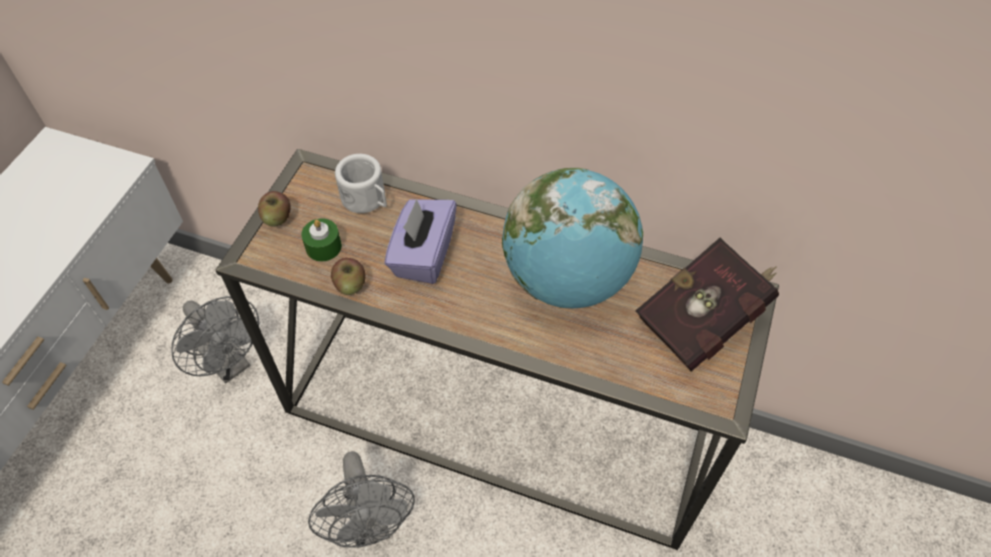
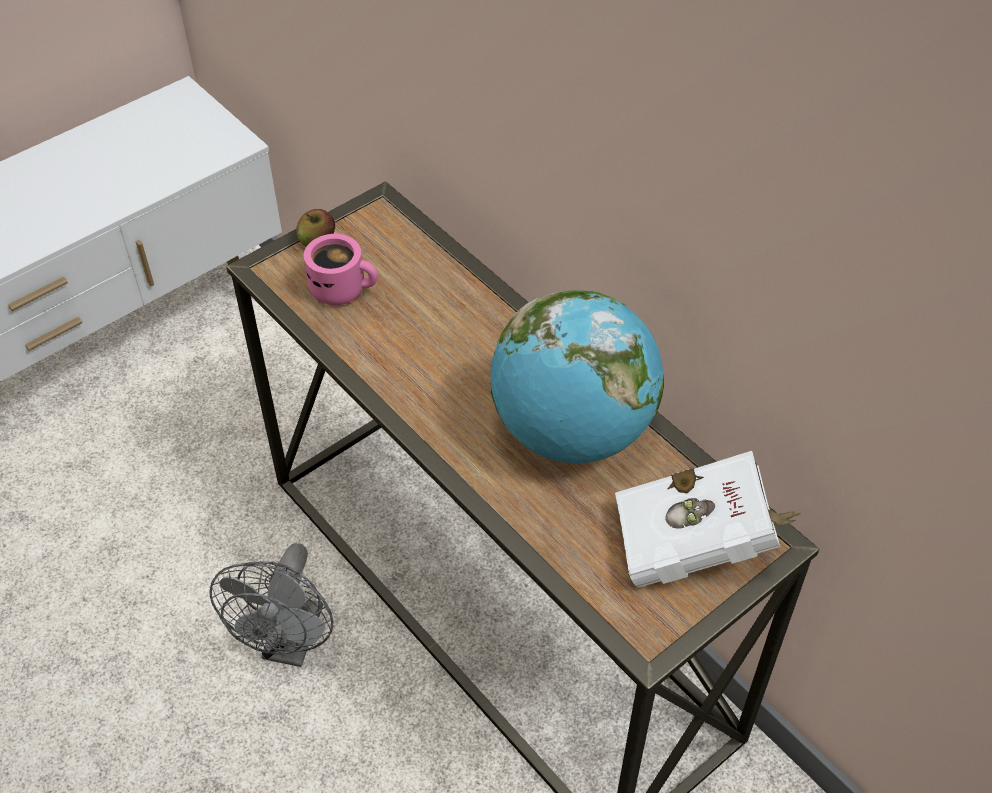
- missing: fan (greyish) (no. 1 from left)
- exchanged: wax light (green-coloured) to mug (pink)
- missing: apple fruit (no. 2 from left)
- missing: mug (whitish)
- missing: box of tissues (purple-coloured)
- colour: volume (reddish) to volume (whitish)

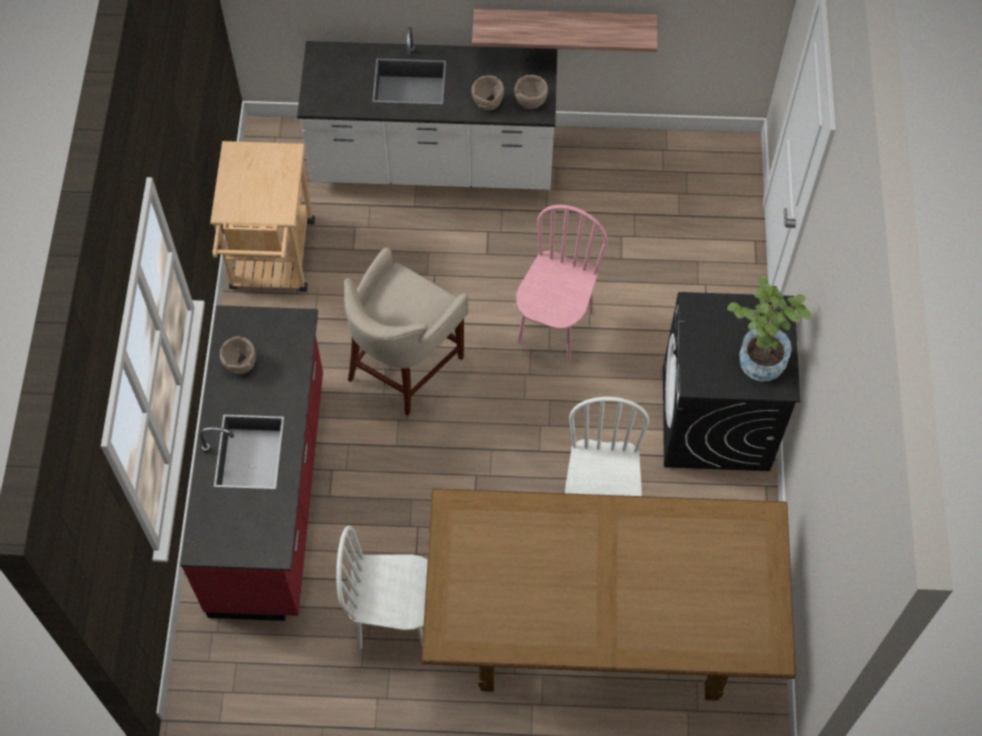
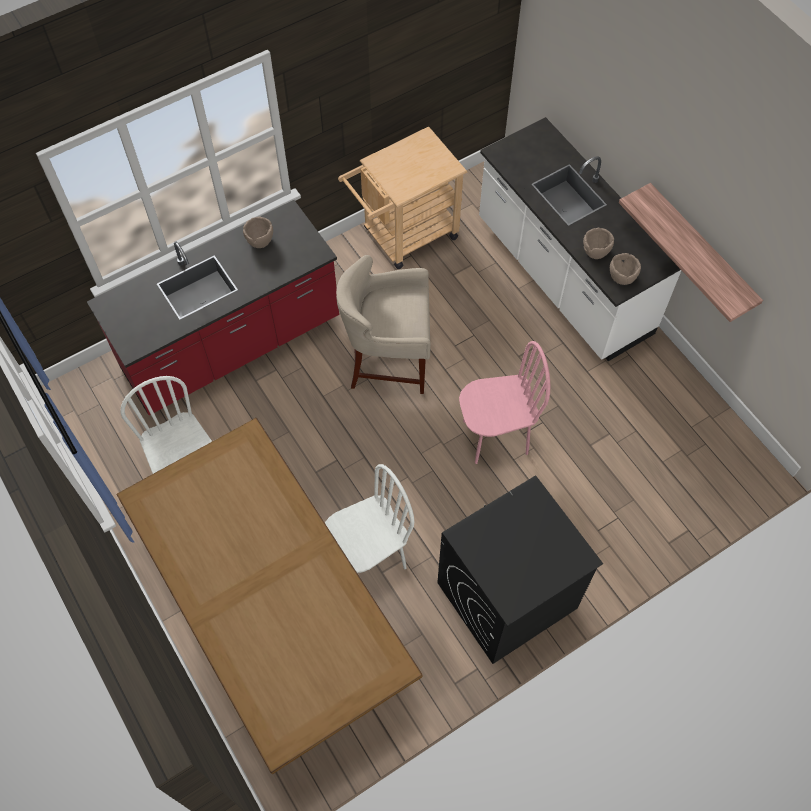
- missing: potted plant

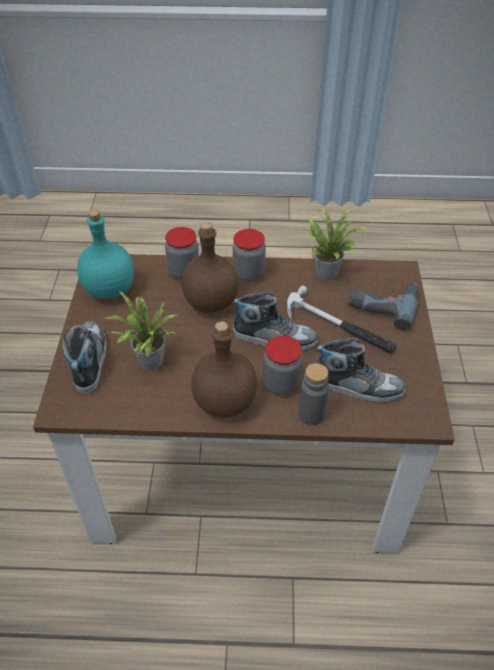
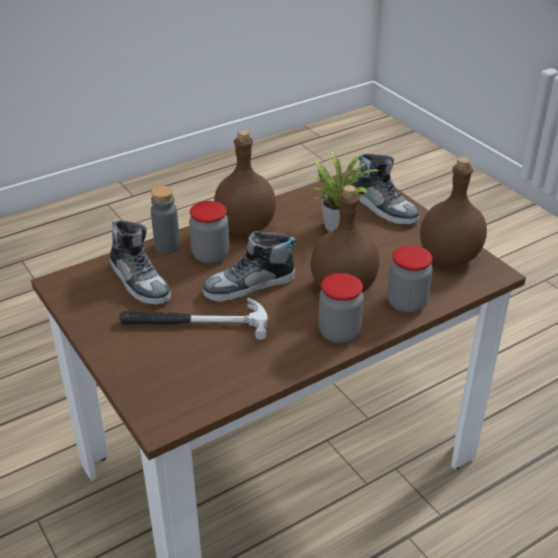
- colour: bottle (blue-green) to bottle (brown) (no. 3 from left)
- missing: potted plant (no. 2 from left)
- spun: item of footwear (no. 3 from left in the first image) 105 degrees counterclockwise
- missing: drill

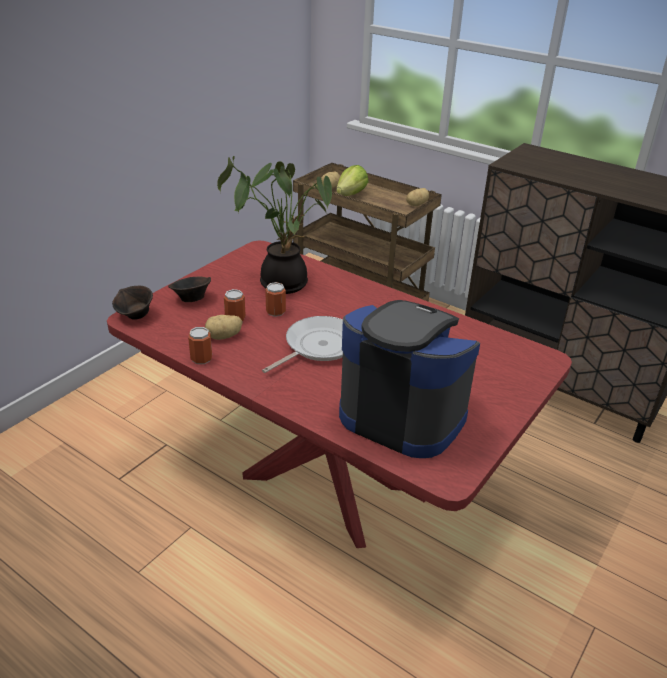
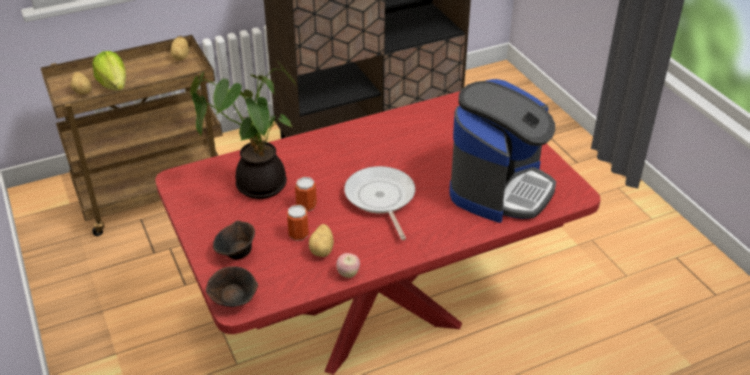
- exchanged: metal can (no. 1 from left) to apple fruit
- spun: coffee maker 150 degrees clockwise

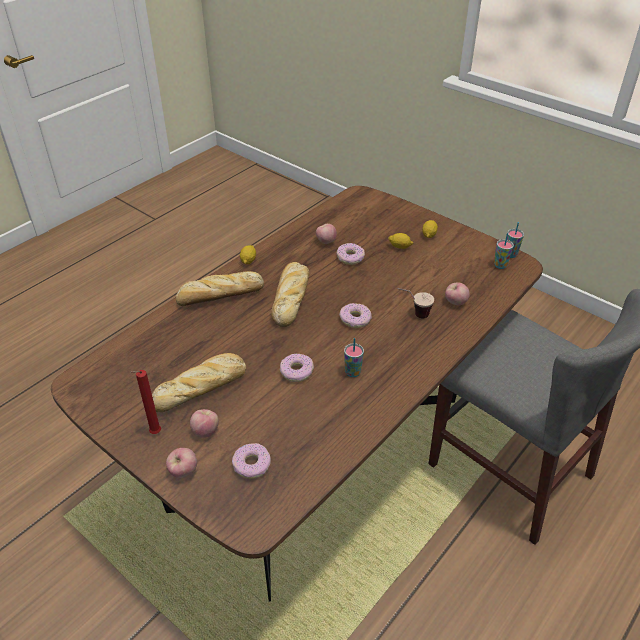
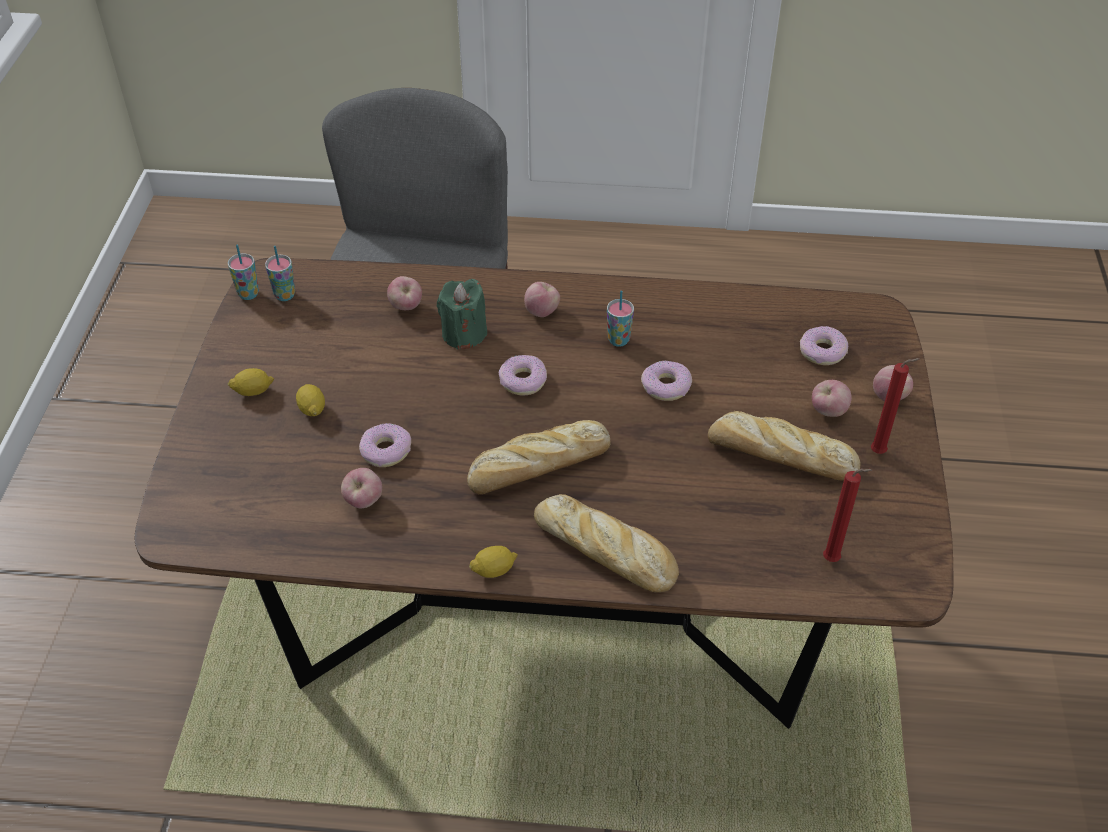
- exchanged: drinking cup (no. 2 from left) to wax light (green-coloured)
- appeared: apple fruit (no. 3 from left)
- appeared: wax light (reddish) (no. 1 from left)

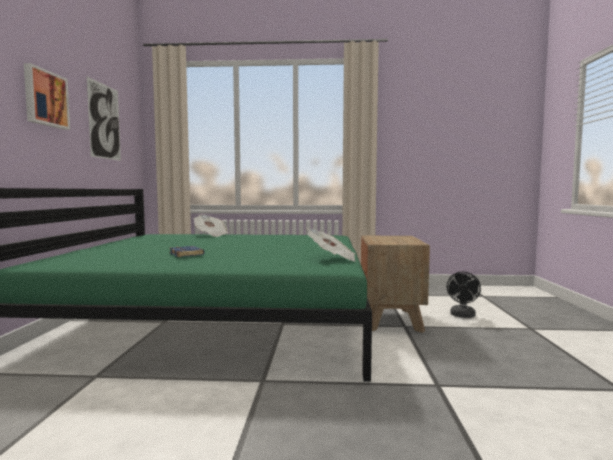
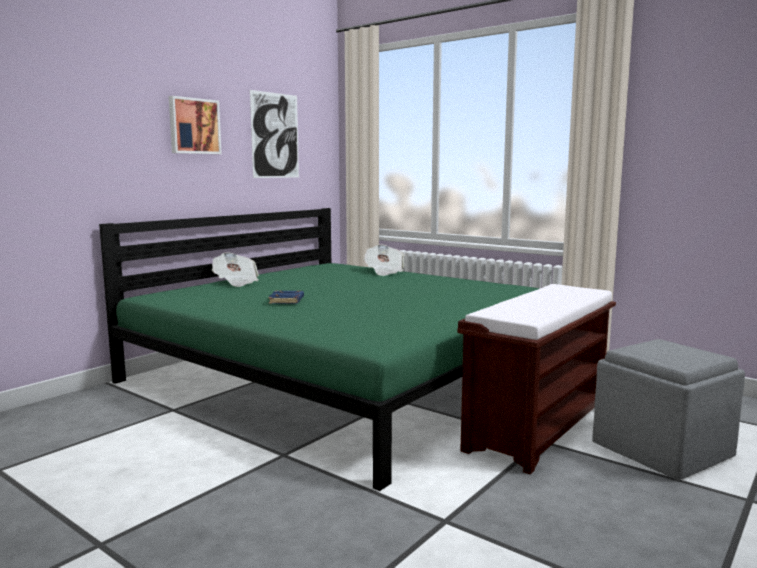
- relocated: daily paper (no. 2 from left in the first image) to daily paper (no. 1 from left)
- exchanged: nightstand (brown) to long seat (brown)
- exchanged: fan (black-coloured) to footrest (greyish)

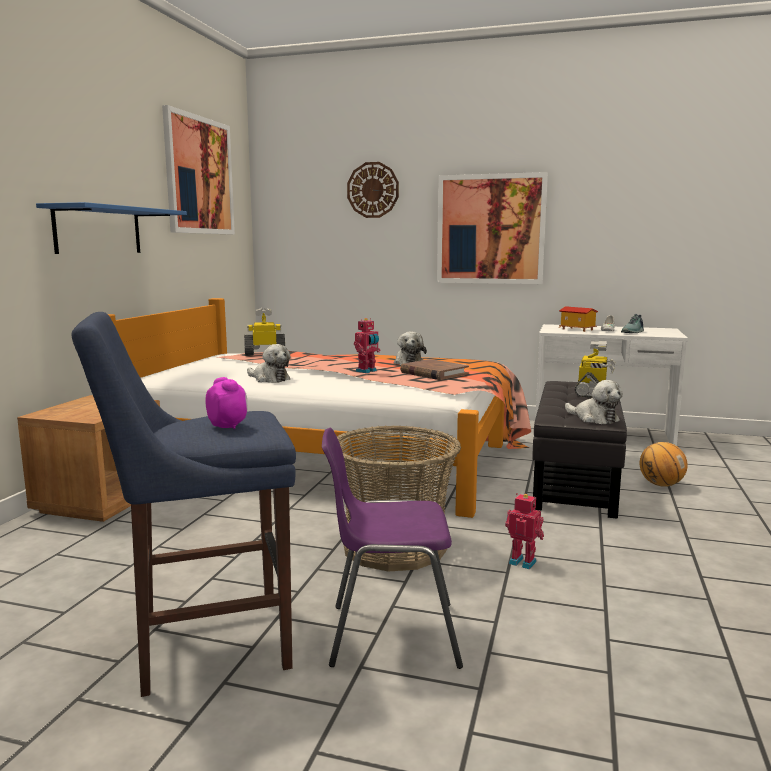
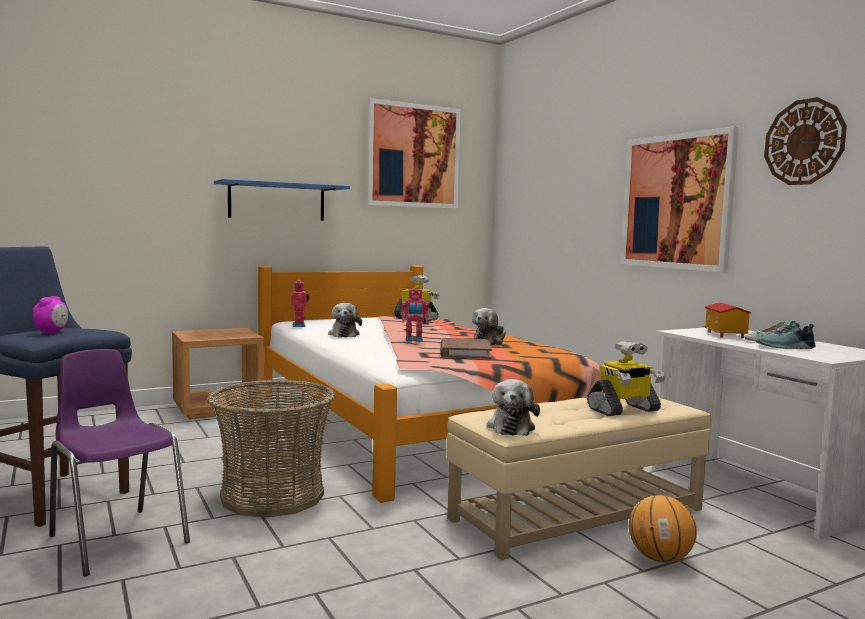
- relocated: hanging clock
- relocated: robot figure (no. 3 from left in the first image) to robot figure (no. 1 from left)
- colour: footrest (black-coloured) to footrest (beige)

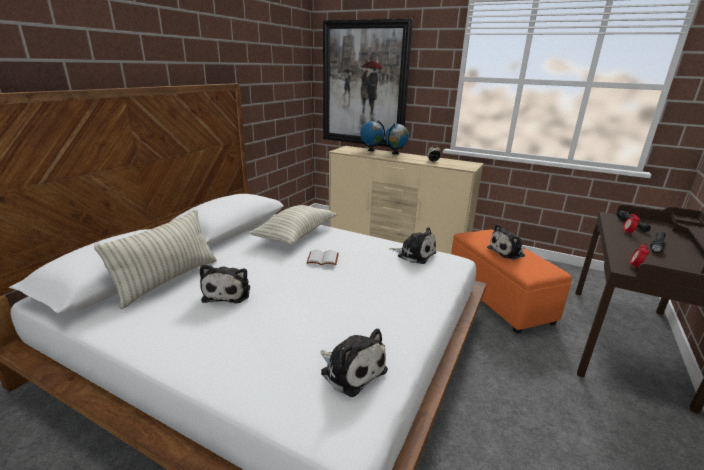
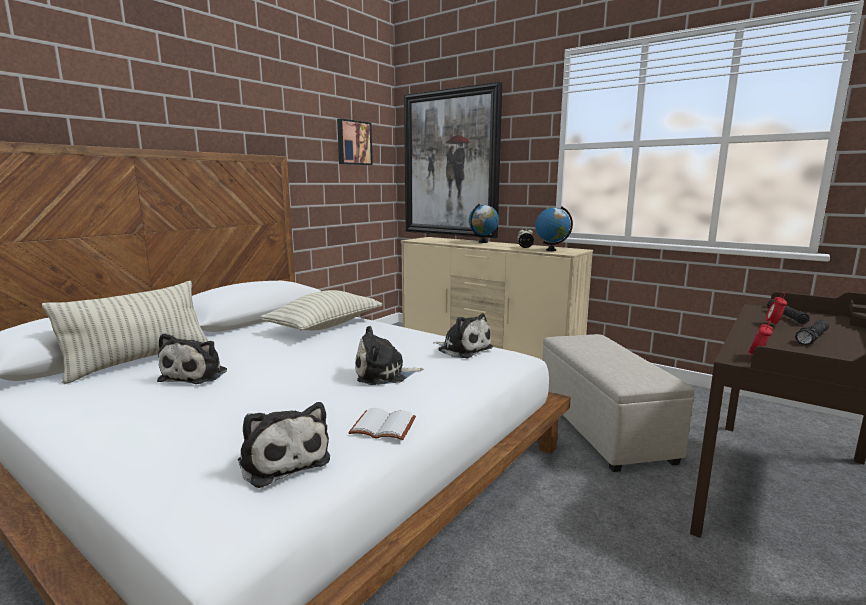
- relocated: volume (whitish)
- relocated: world globe (no. 1 from left in the first image) to world globe (no. 2 from left)
- colour: footrest (orange) to footrest (beige)
- relocated: soft toy (no. 4 from left in the first image) to soft toy (no. 3 from left)
- appeared: wall art (no. 1 from left)

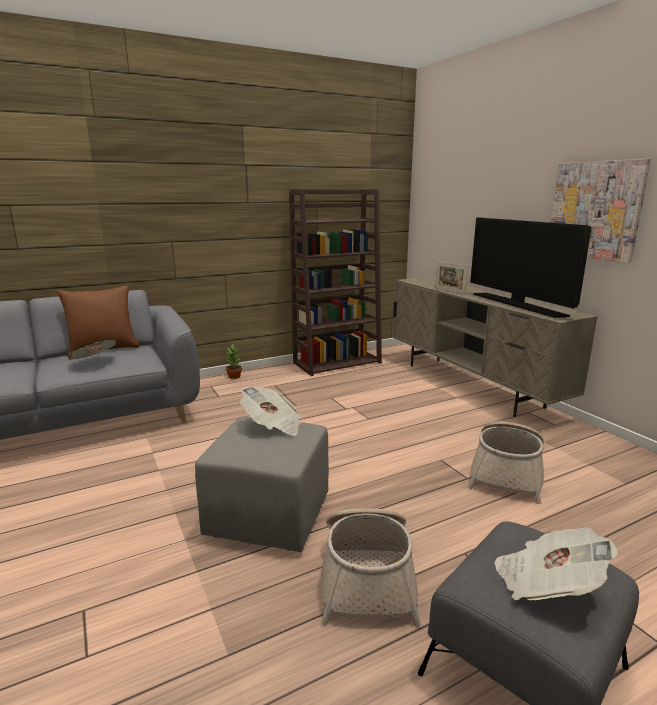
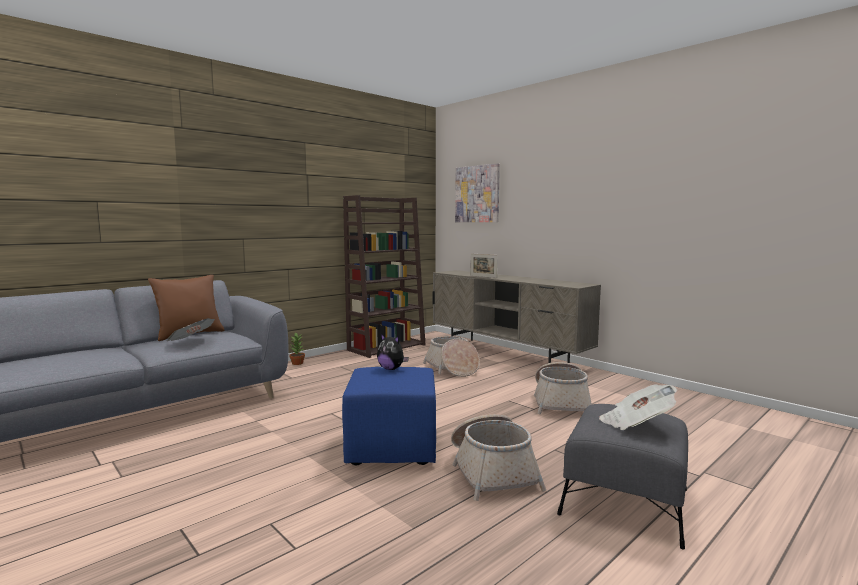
- colour: footrest (greyish) (no. 1 from left) to footrest (blue)
- exchanged: daily paper (no. 2 from left) to soft toy
- missing: TV set
- relocated: wall art
- appeared: storage basket (no. 1 from left)

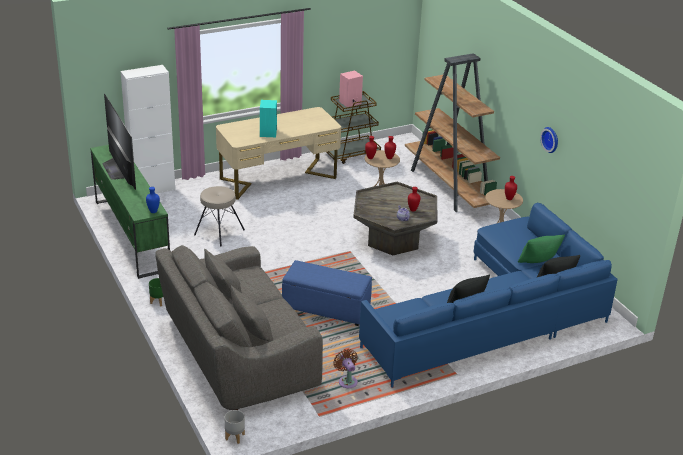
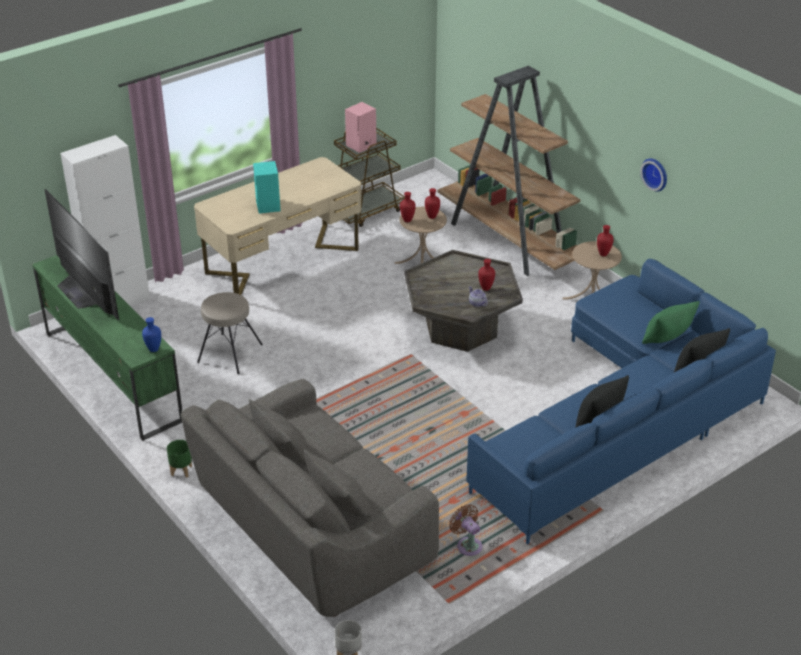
- missing: footrest (blue)

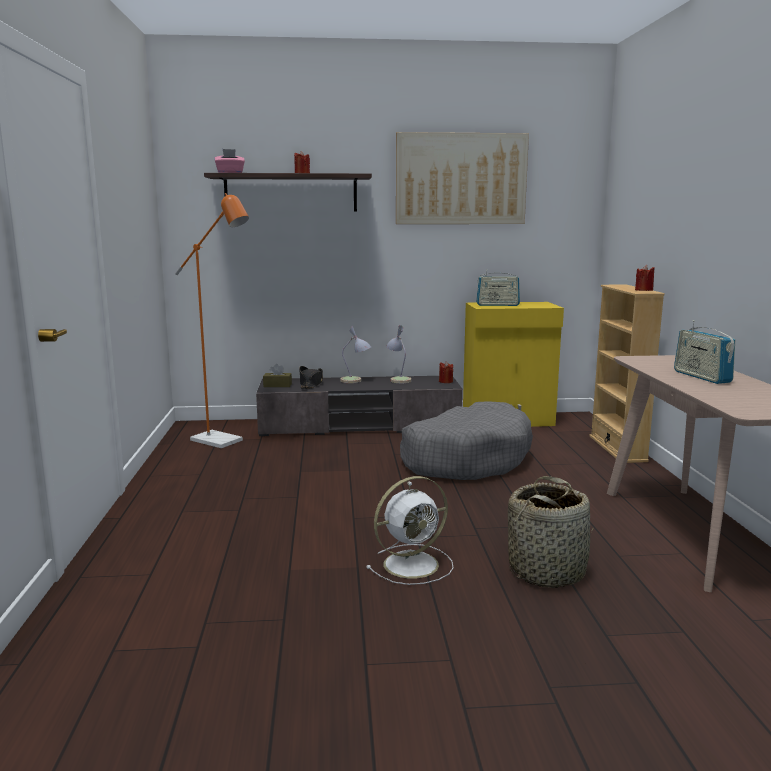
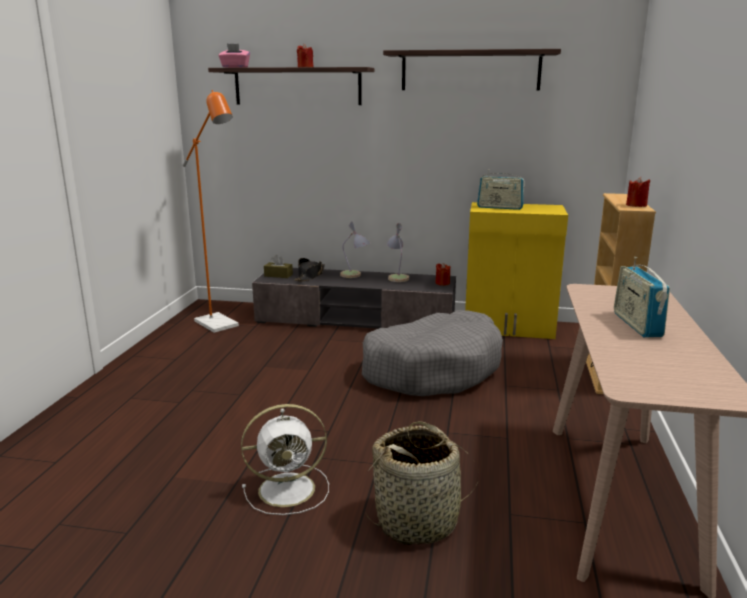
- exchanged: wall art to wall shelf (no. 2 from left)

